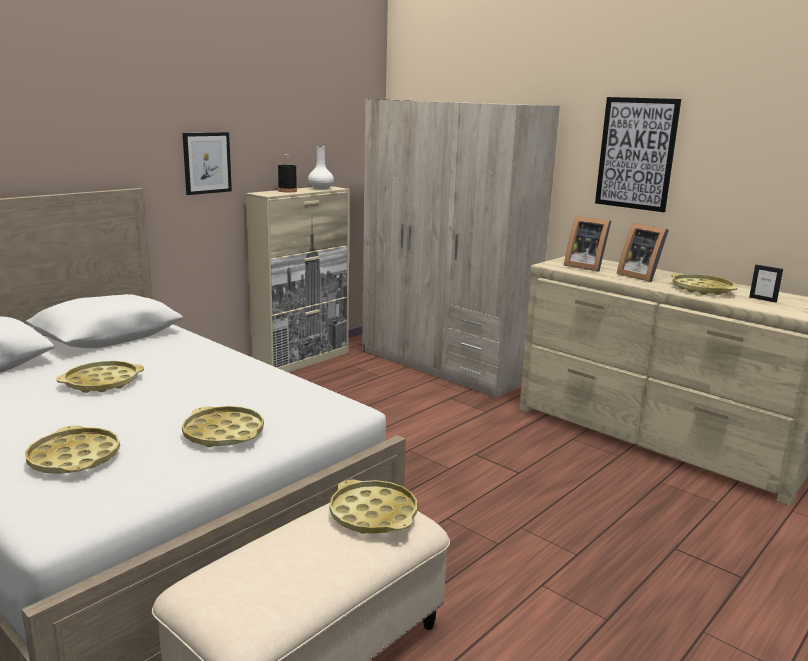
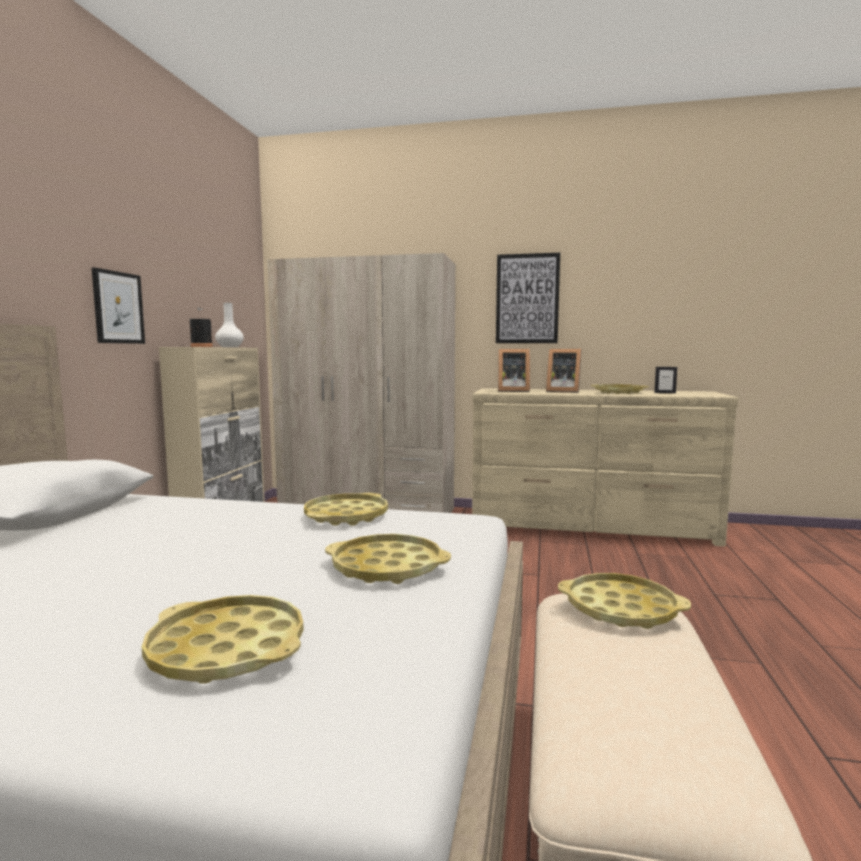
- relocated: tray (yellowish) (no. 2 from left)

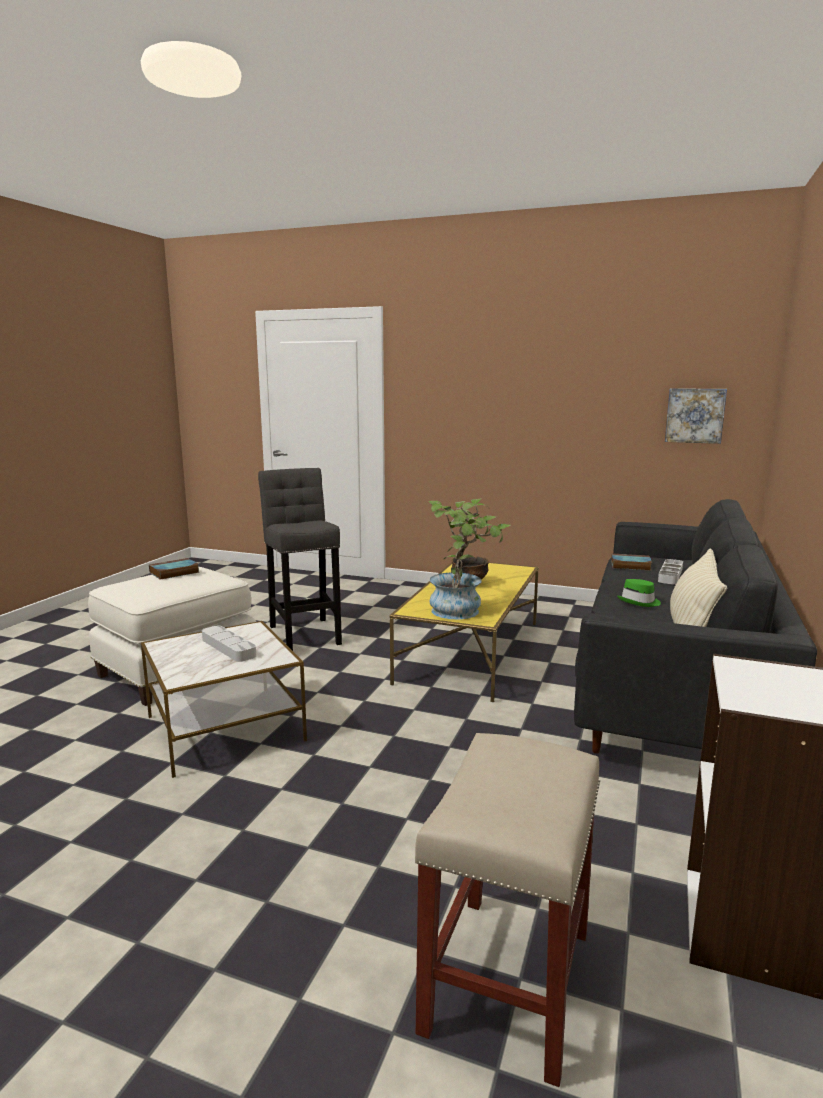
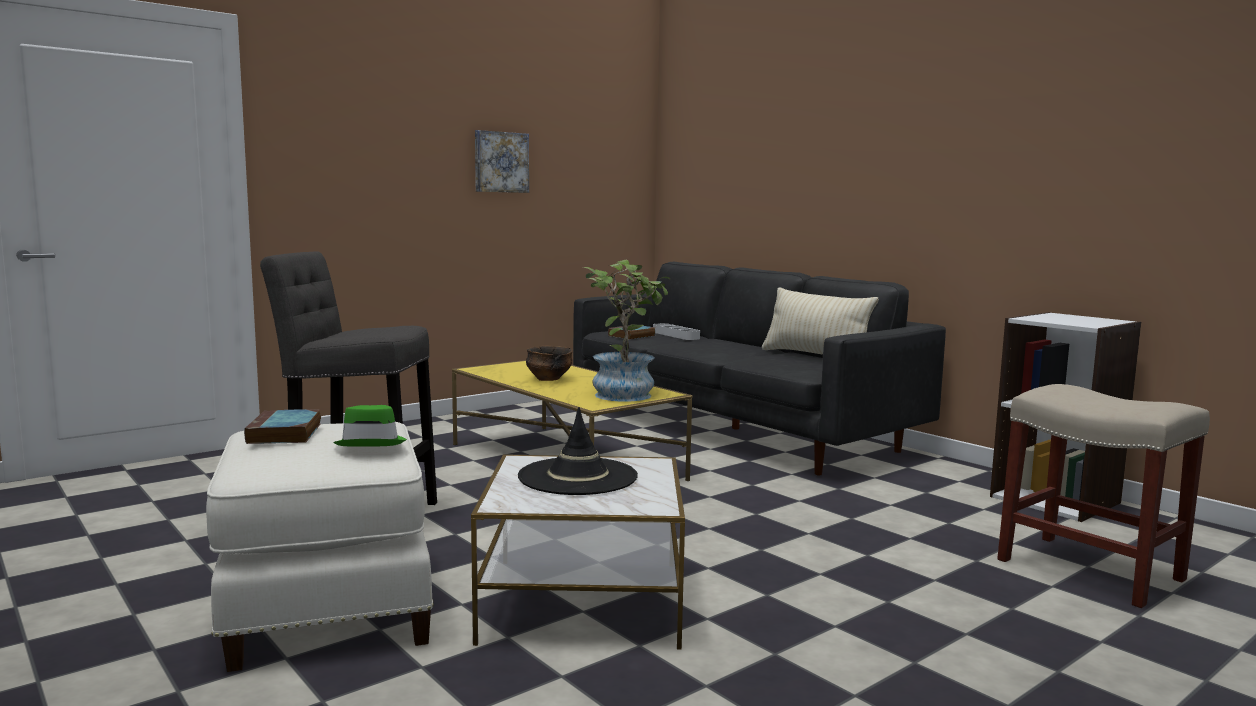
- exchanged: tray (greyish) (no. 1 from left) to clothing hat (black-coloured)
- relocated: clothing hat (green-coloured)
- relocated: wall art

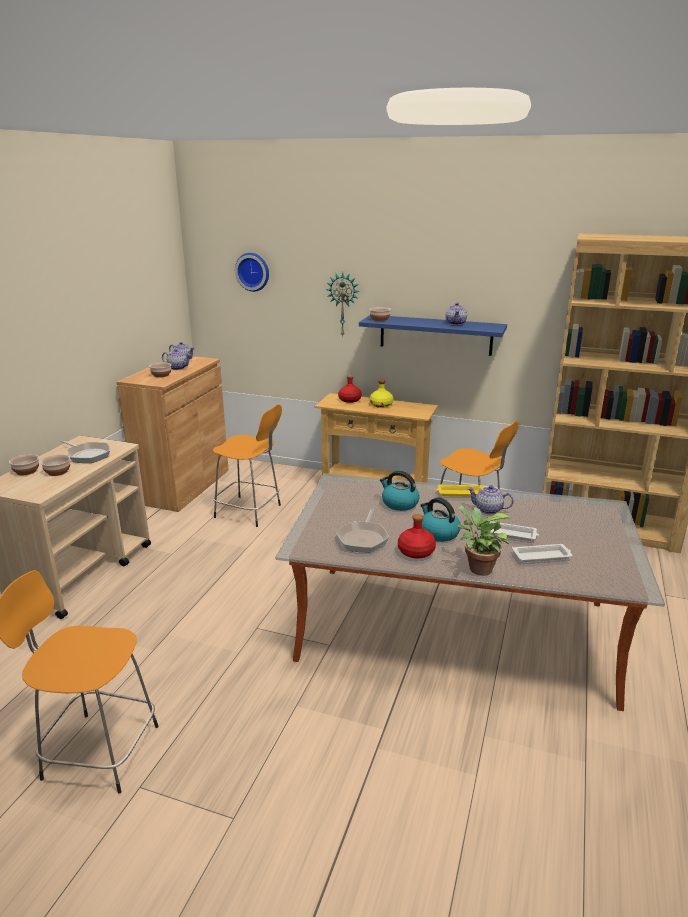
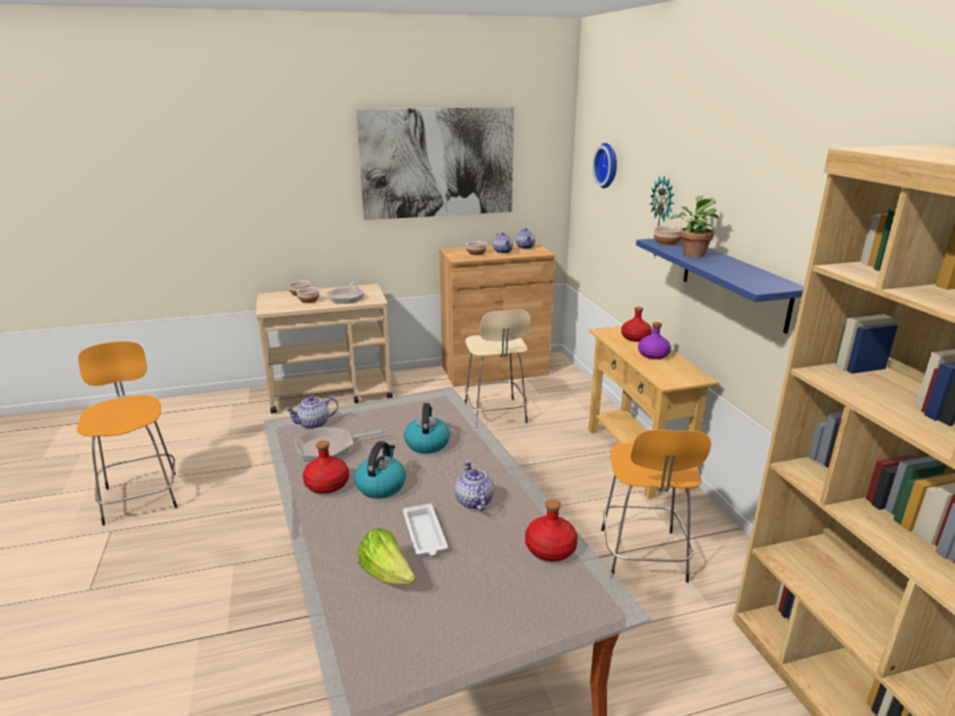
- colour: stool seat (orange) (no. 2 from left) to stool seat (beige)
- colour: bottle (yellowish) to bottle (purple-coloured)
- missing: tray (yellowish)
- relocated: pot for tea (no. 3 from left in the first image) to pot for tea (no. 1 from left)
- relocated: potted plant
- exchanged: tray (whitish) (no. 2 from left) to lettuce head
- appeared: wall art
- appeared: bottle (reddish) (no. 2 from left)

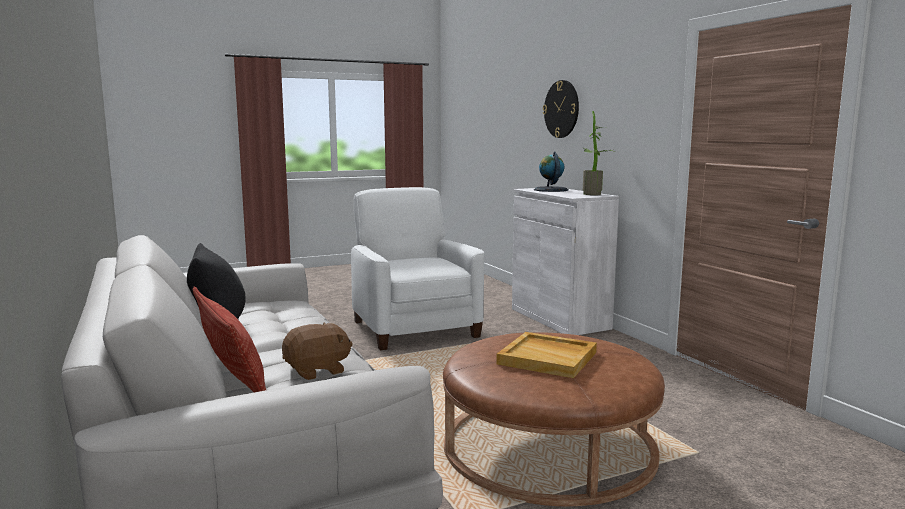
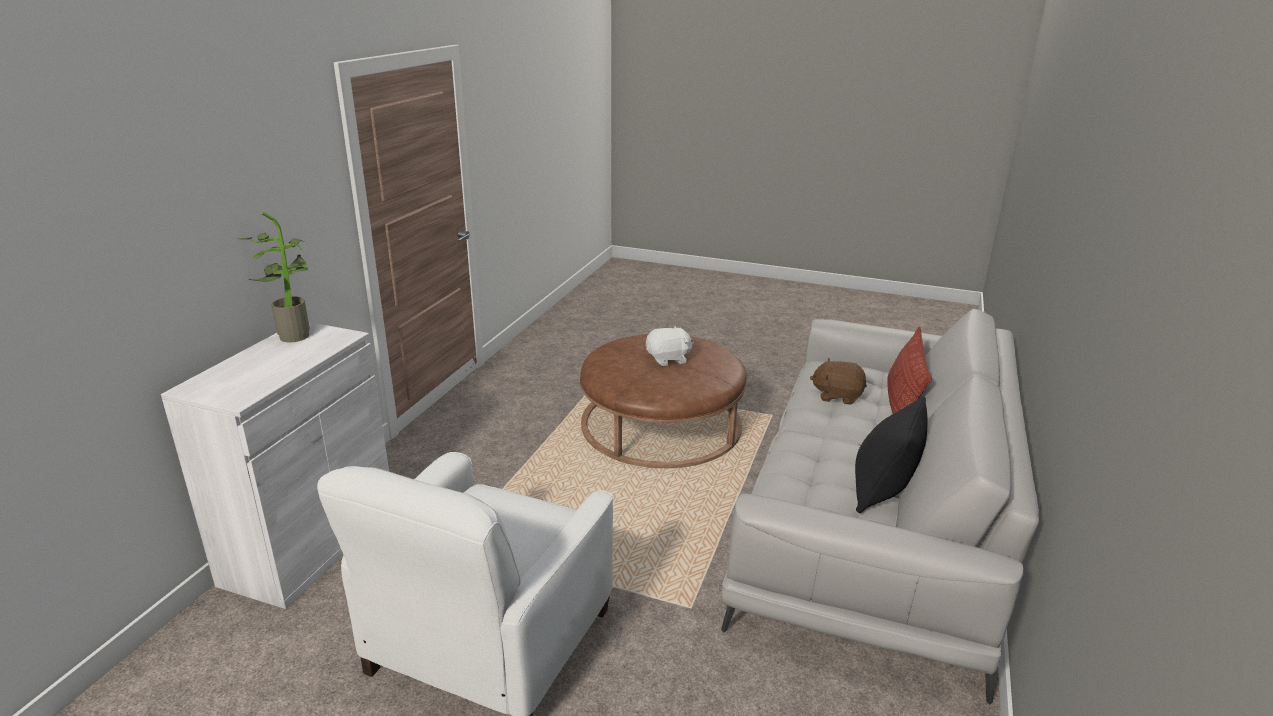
- exchanged: tray (beige) to soft toy (whitish)
- missing: world globe
- missing: hanging clock

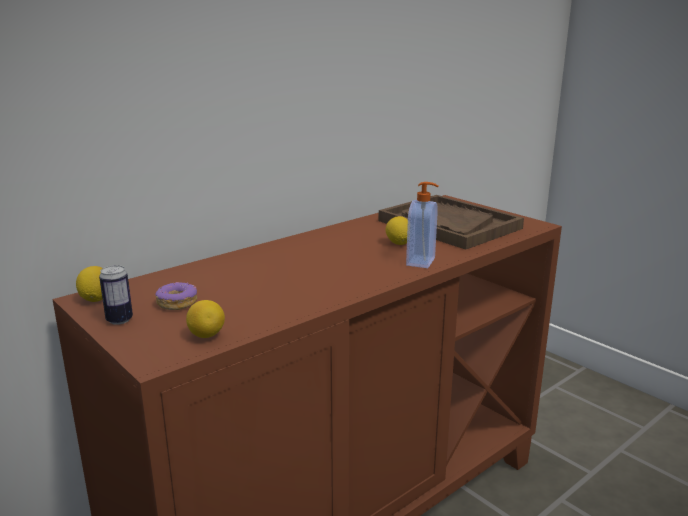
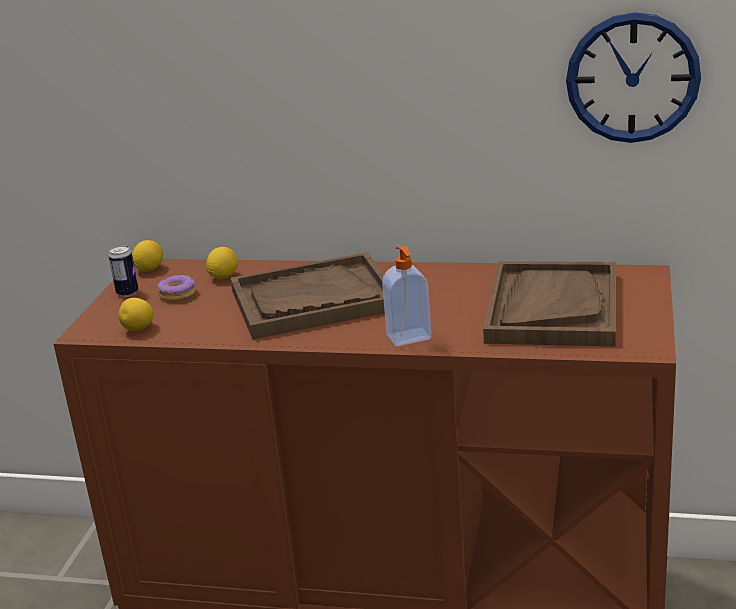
- relocated: lemon (no. 3 from left)
- appeared: tray (brown) (no. 1 from left)
- appeared: hanging clock

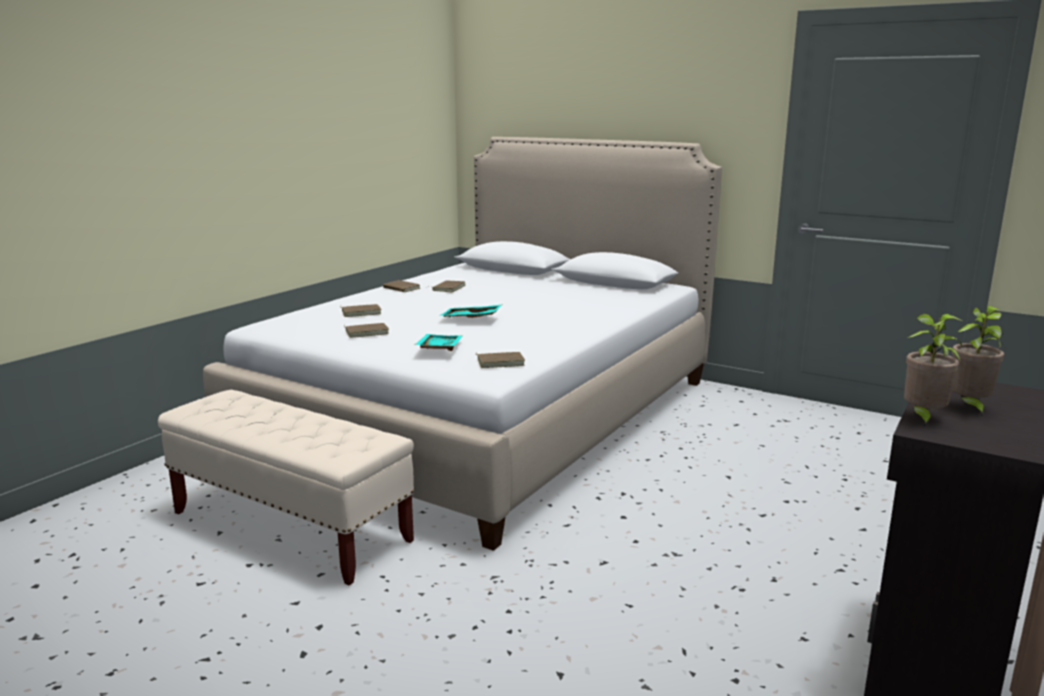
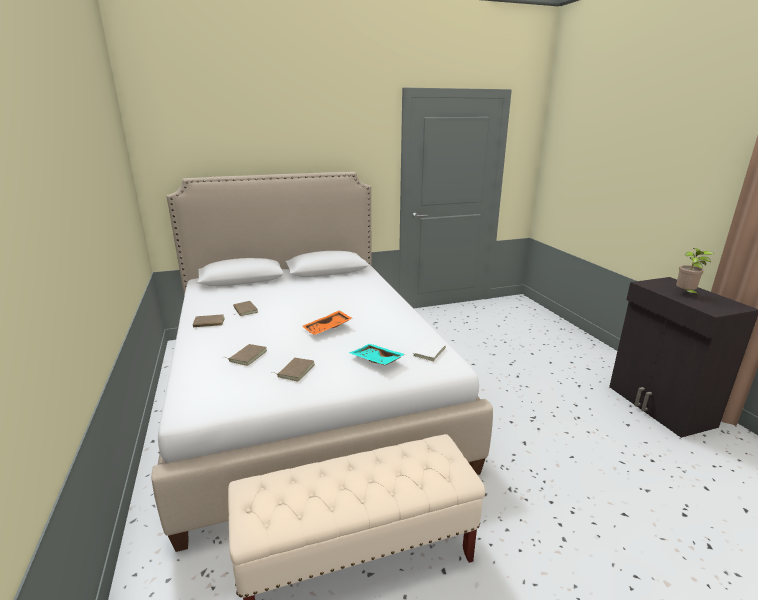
- colour: tray (blue-green) (no. 2 from left) to tray (orange)
- colour: volume (brown) (no. 5 from left) to volume (whitish)
- missing: potted plant (no. 1 from left)

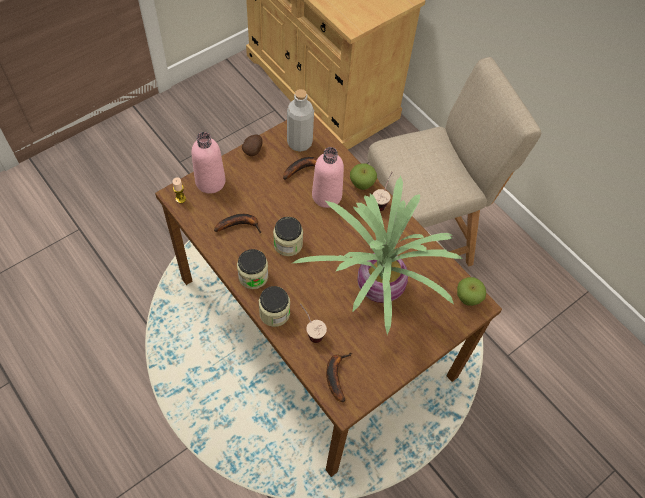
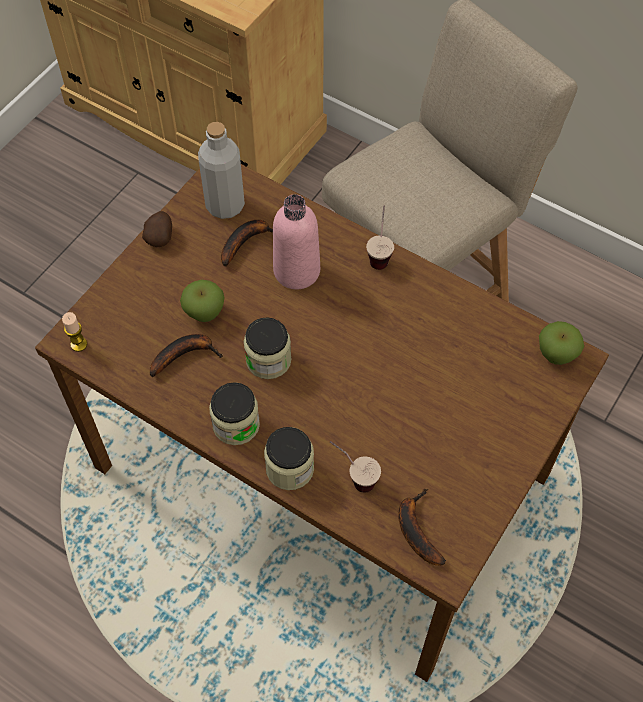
- missing: bottle (pink) (no. 1 from left)
- missing: potted plant
- relocated: apple fruit (no. 1 from left)

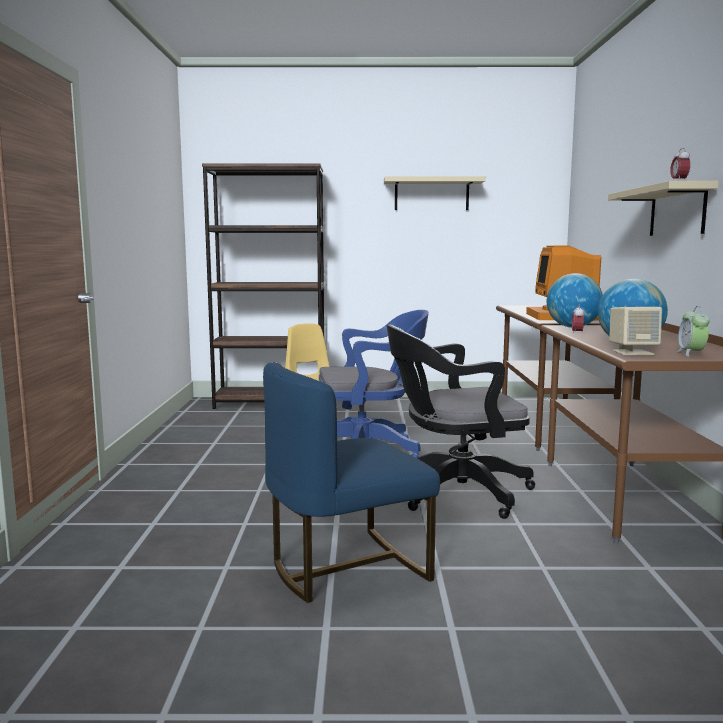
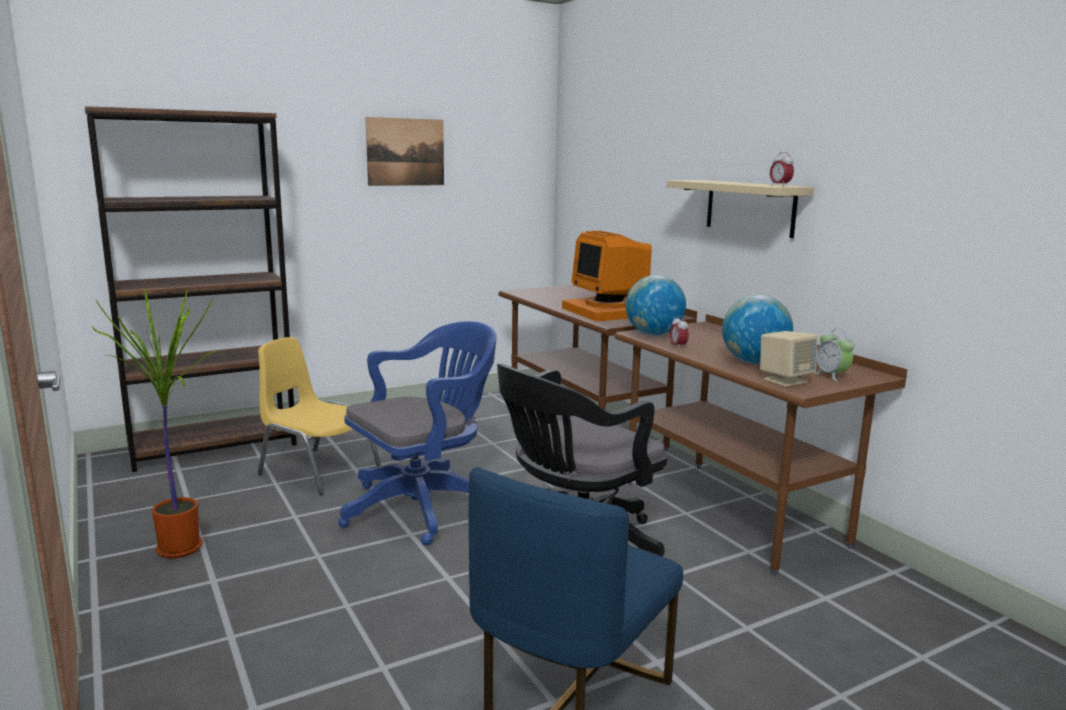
- exchanged: wall shelf (beige) (no. 1 from left) to wall art
- appeared: potted plant

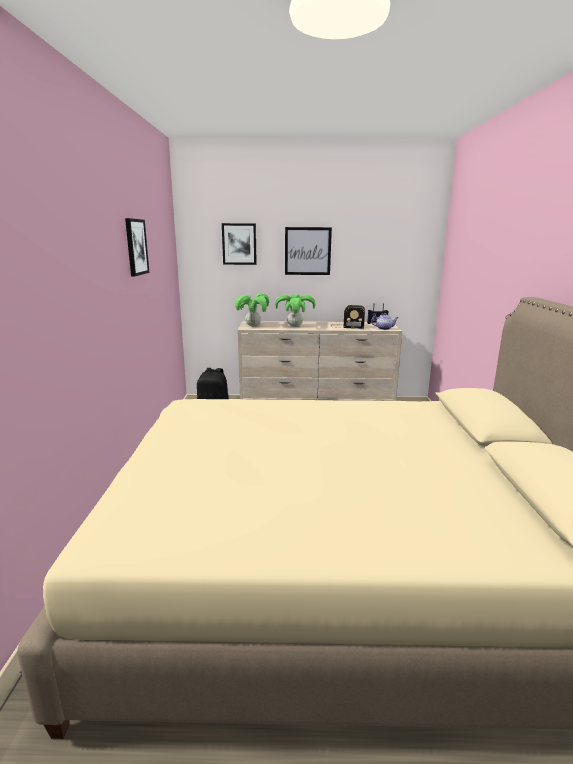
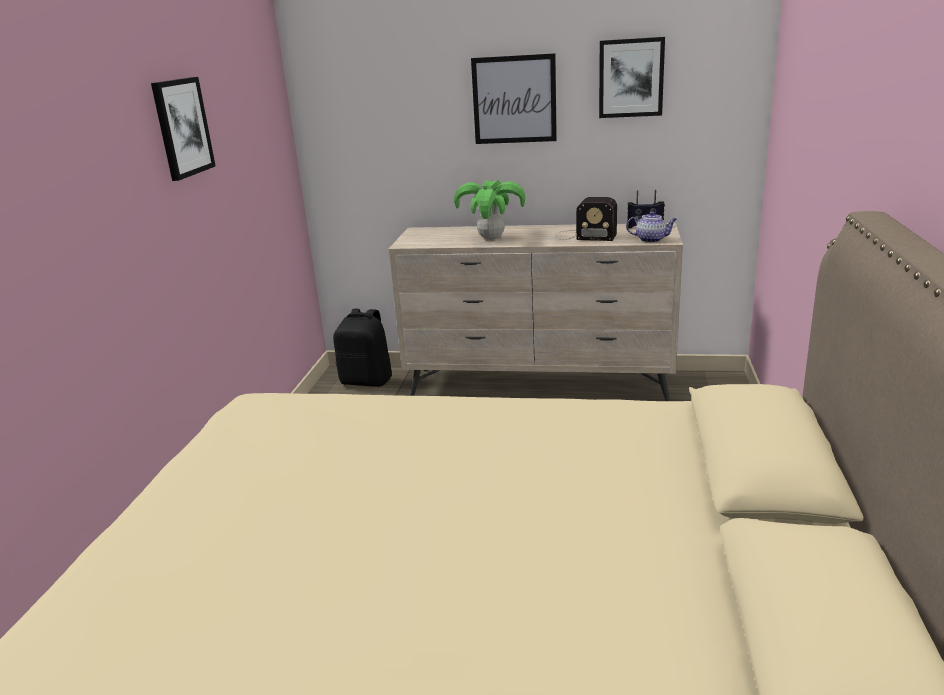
- relocated: wall art (no. 2 from left in the first image) to wall art (no. 3 from left)
- missing: potted plant (no. 1 from left)

